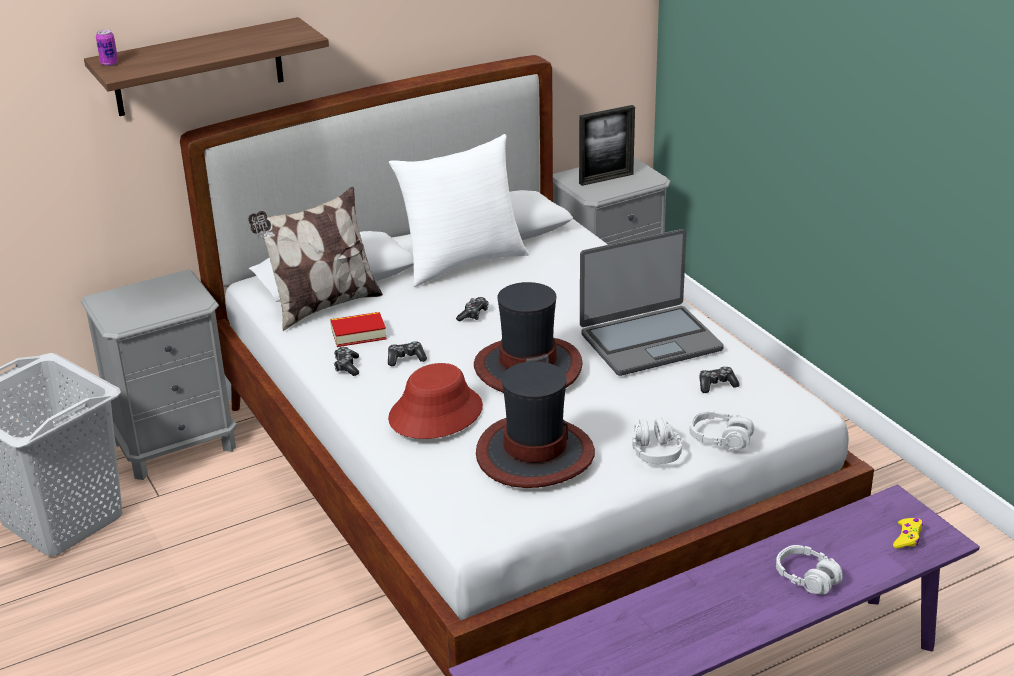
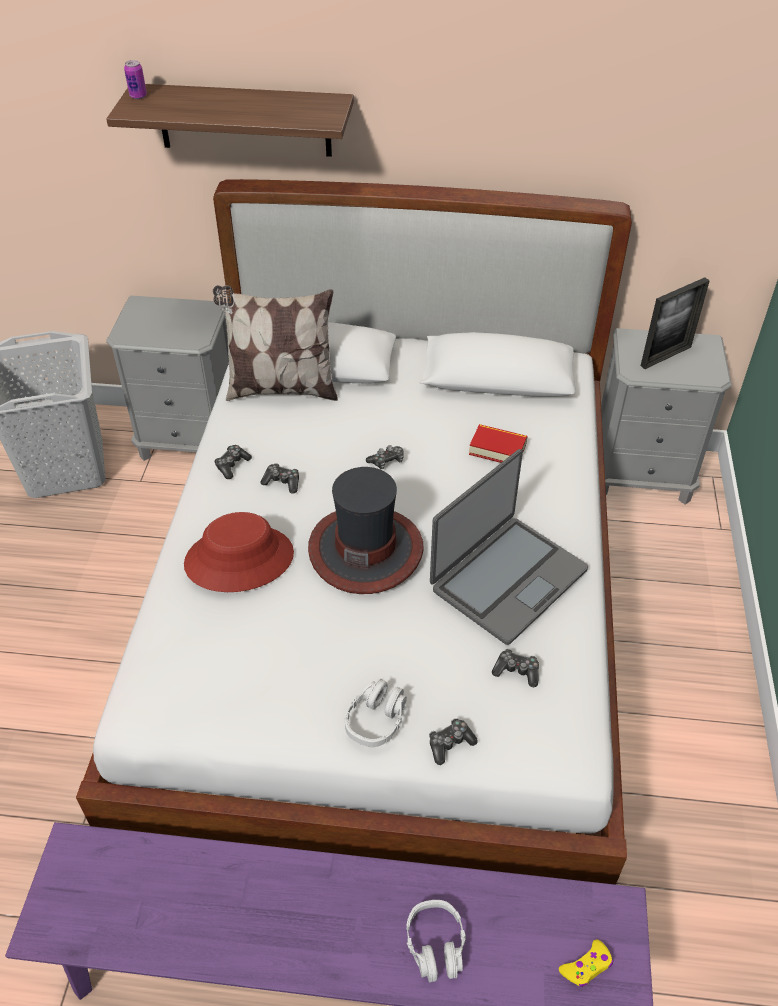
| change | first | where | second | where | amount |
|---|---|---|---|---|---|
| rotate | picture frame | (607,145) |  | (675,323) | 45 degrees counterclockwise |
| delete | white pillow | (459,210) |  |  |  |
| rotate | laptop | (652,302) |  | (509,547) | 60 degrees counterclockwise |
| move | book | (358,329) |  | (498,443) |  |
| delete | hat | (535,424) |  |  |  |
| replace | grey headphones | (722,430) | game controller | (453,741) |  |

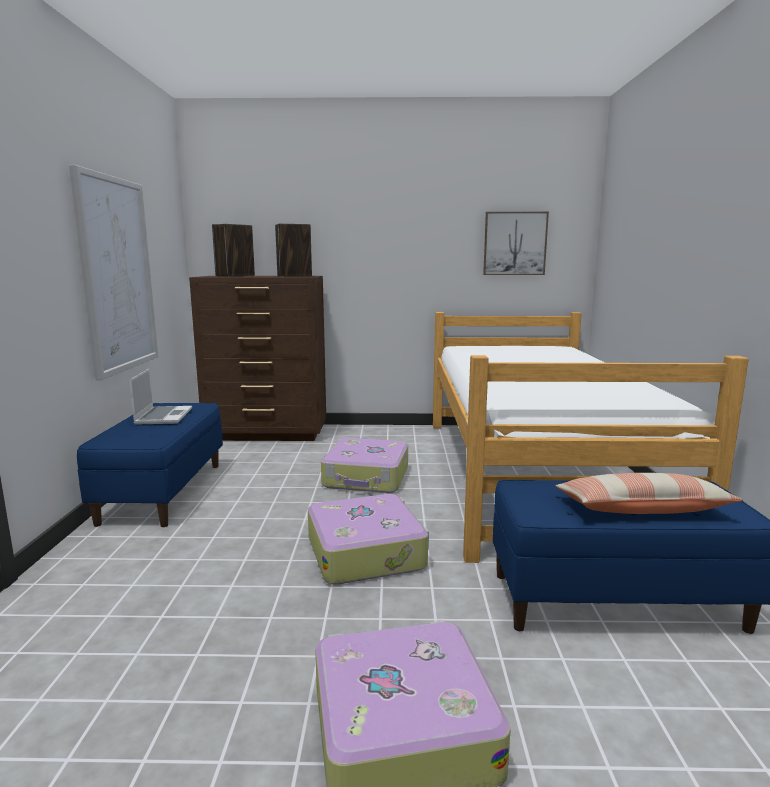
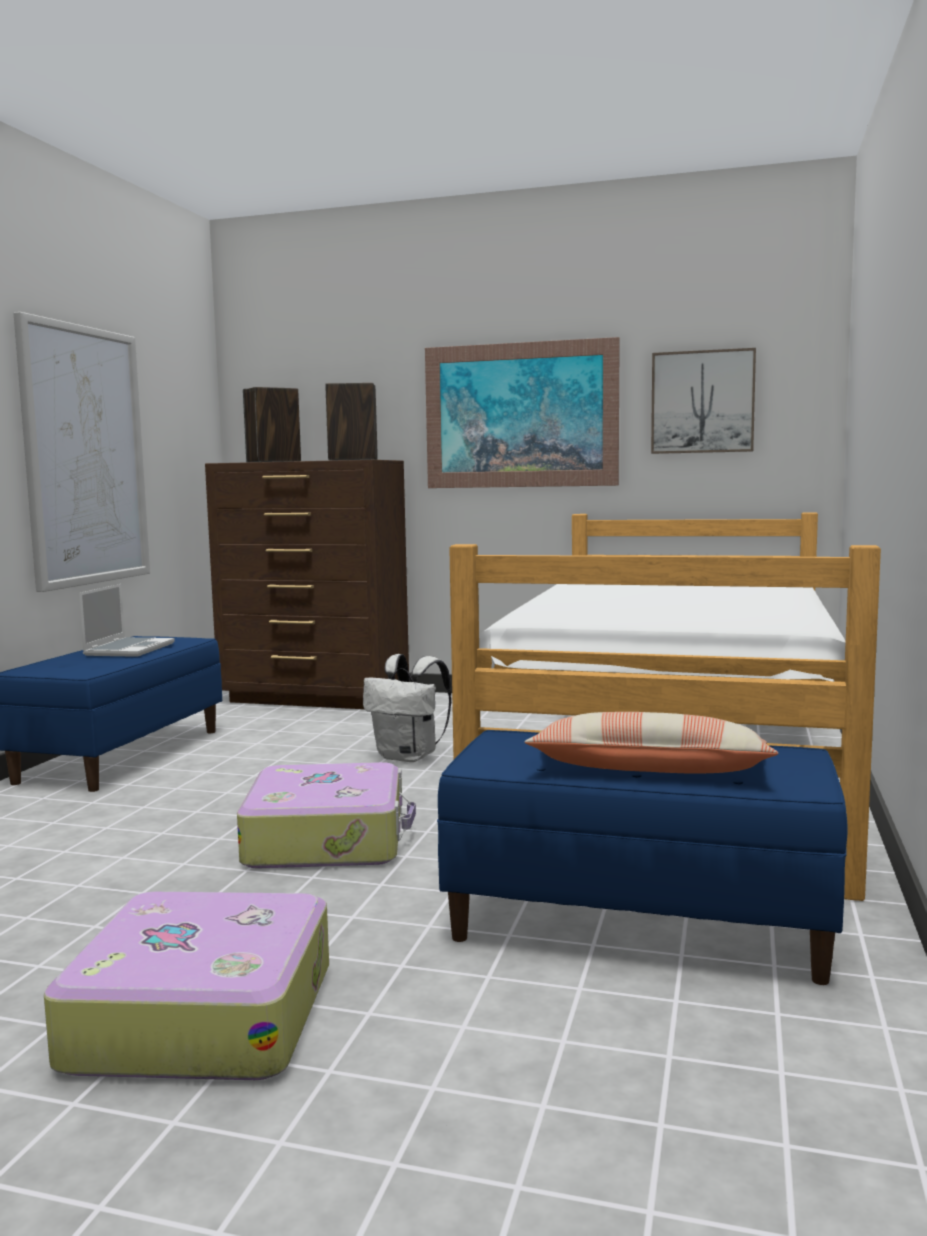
| change | first | where | second | where | amount |
|---|---|---|---|---|---|
| replace | suitcase | (364,465) | white backpack | (407,708) |  |
| insert |  |  | picture | (522,412) |  |

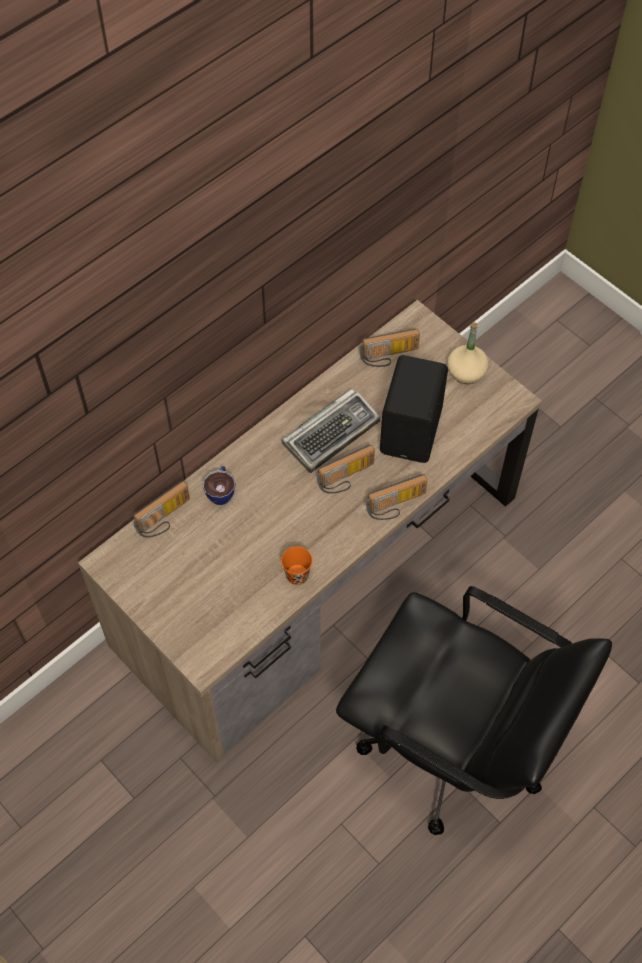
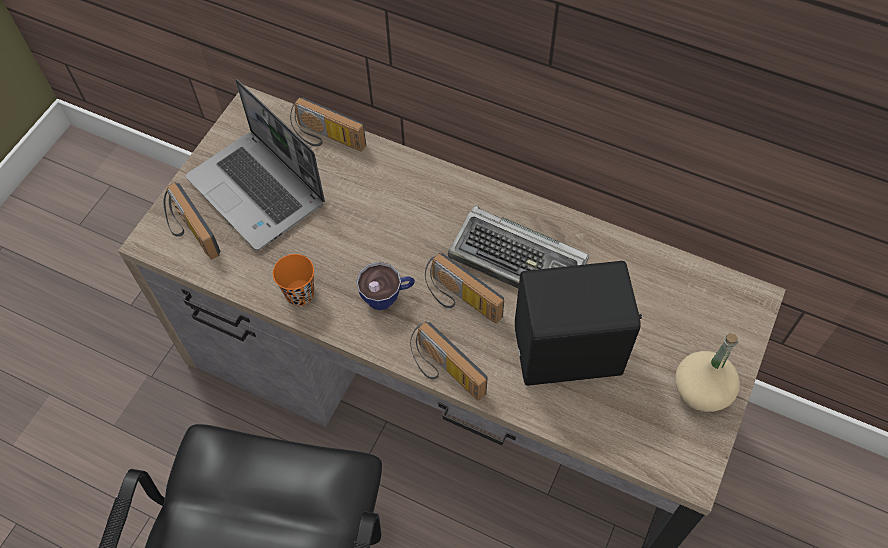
| change | first | where | second | where | amount |
|---|---|---|---|---|---|
| move | radio | (389,348) |  | (192,220) |  |
| move | cup | (219,485) |  | (385,286) |  |
| insert |  |  | laptop | (255,164) |  |

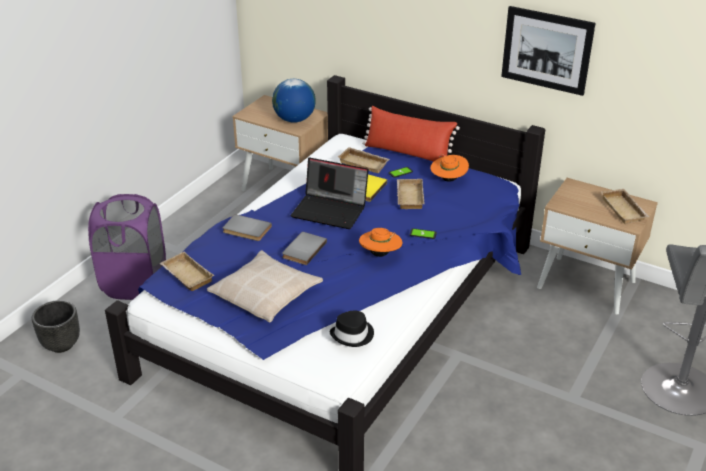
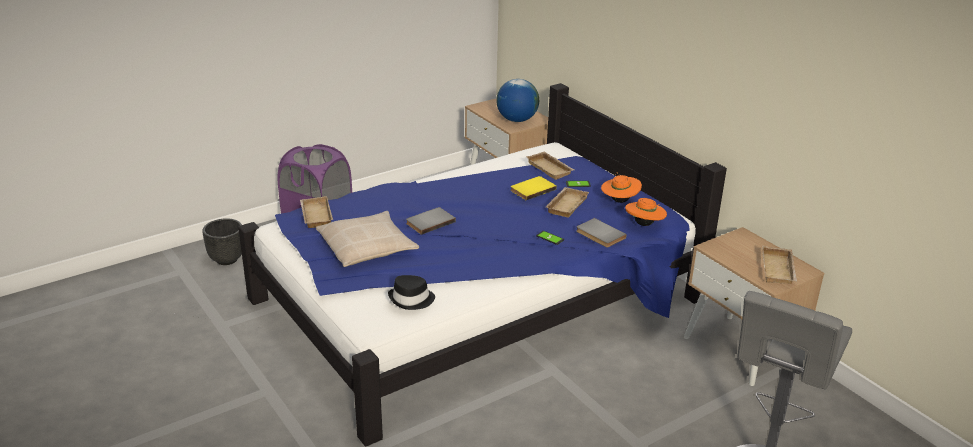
| change | first | where | second | where | amount |
|---|---|---|---|---|---|
| delete | picture | (548,51) |  |  |  |
| delete | red pillow | (411,134) |  |  |  |
| delete | laptop | (330,193) |  |  |  |
| move | grey book | (247,227) |  | (601,233) |  |
| move | orange hat | (380,242) |  | (646,212) |  |

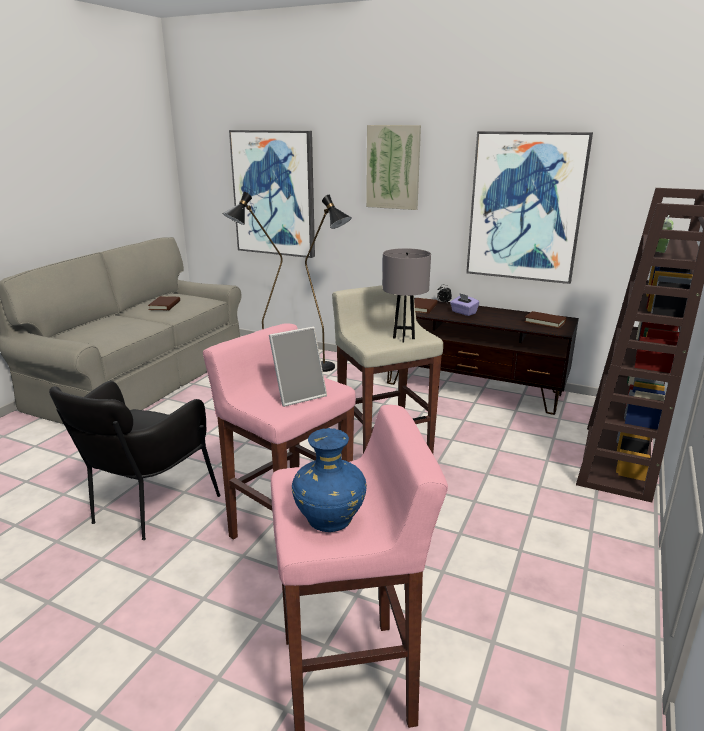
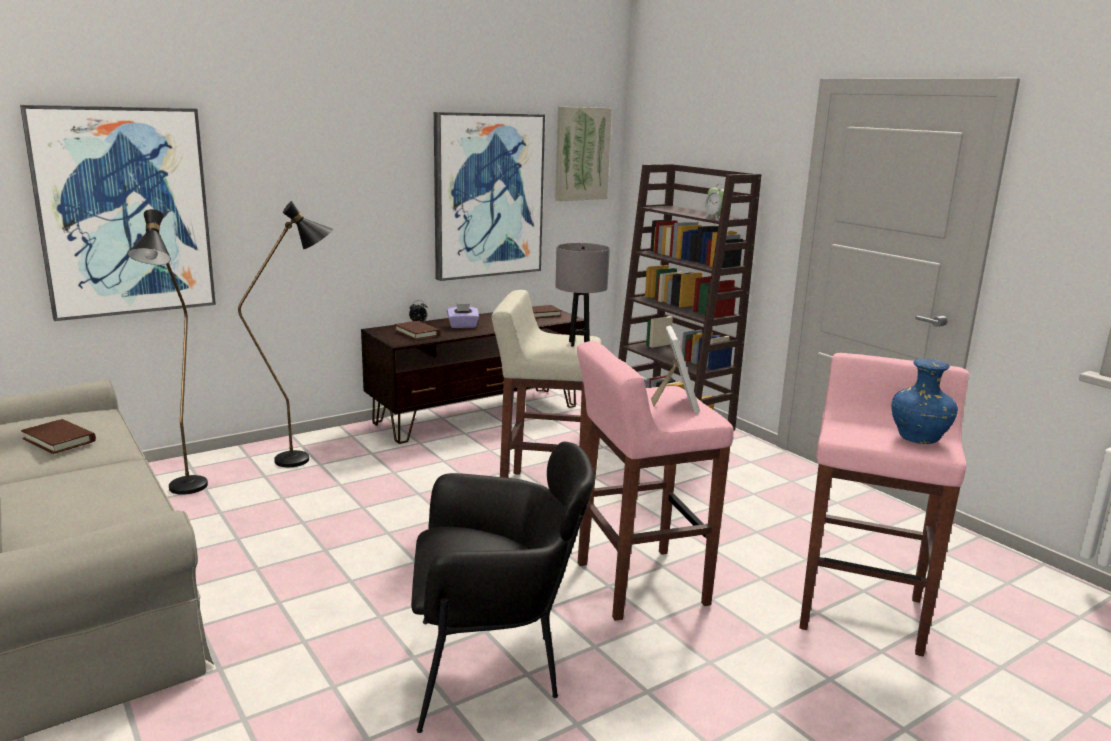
| change | first | where | second | where | amount |
|---|---|---|---|---|---|
| move | picture | (393,167) |  | (583,154) |  |
| rotate | black armchair | (134,460) |  | (502,587) | 60 degrees counterclockwise |

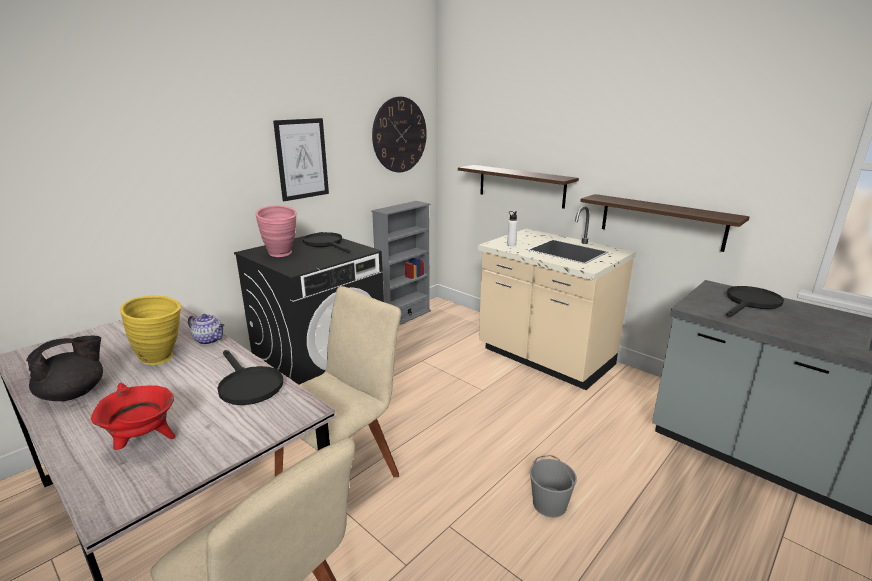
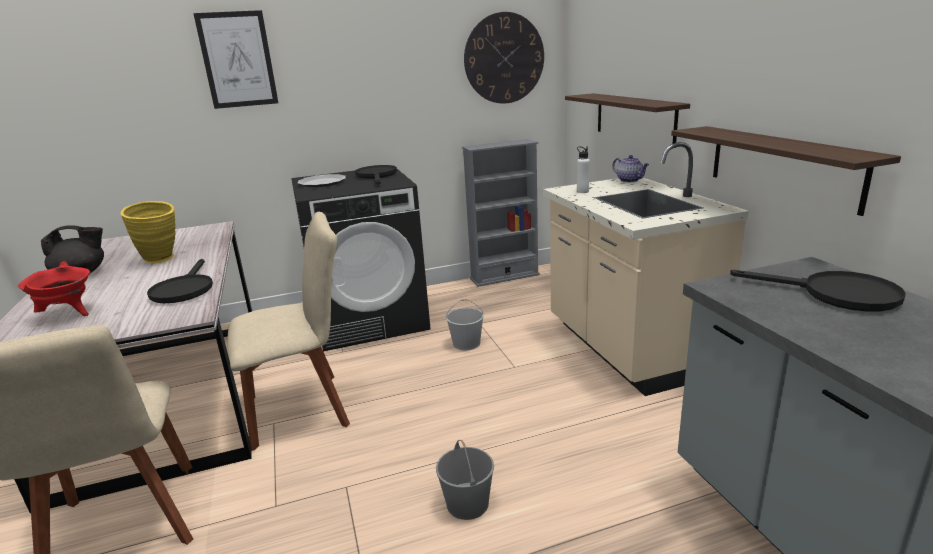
| change | first | where | second | where | amount |
|---|---|---|---|---|---|
| move | picture | (301,159) |  | (235,59) |  |
| replace | pink vase | (276,231) | plate | (322,180) |  |
| rotate | black frying pan | (755,301) |  | (818,291) | 45 degrees clockwise |
| move | teapot | (206,329) |  | (631,168) |  |
| insert |  |  | white bucket | (465,324) |  |

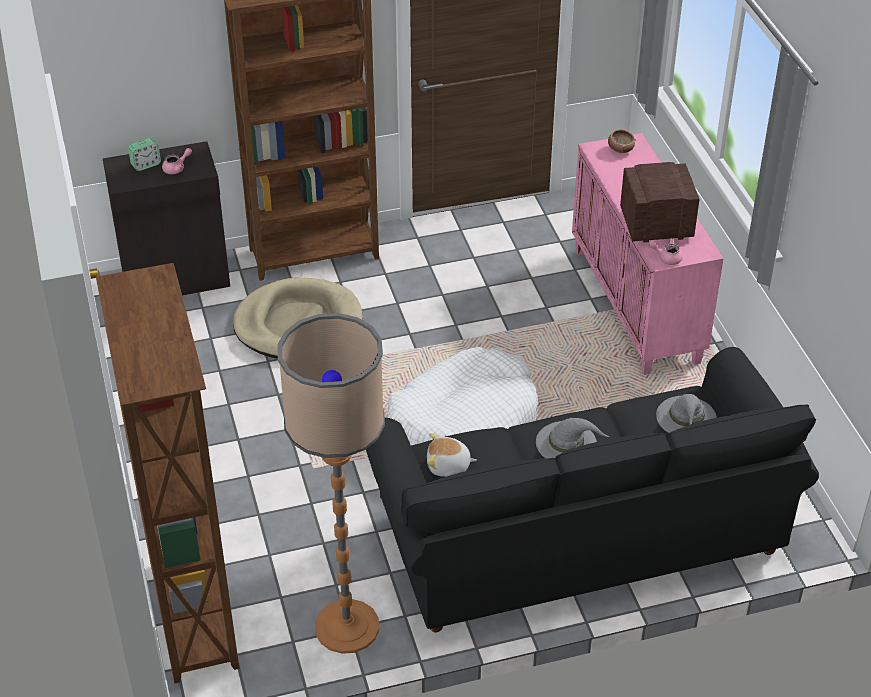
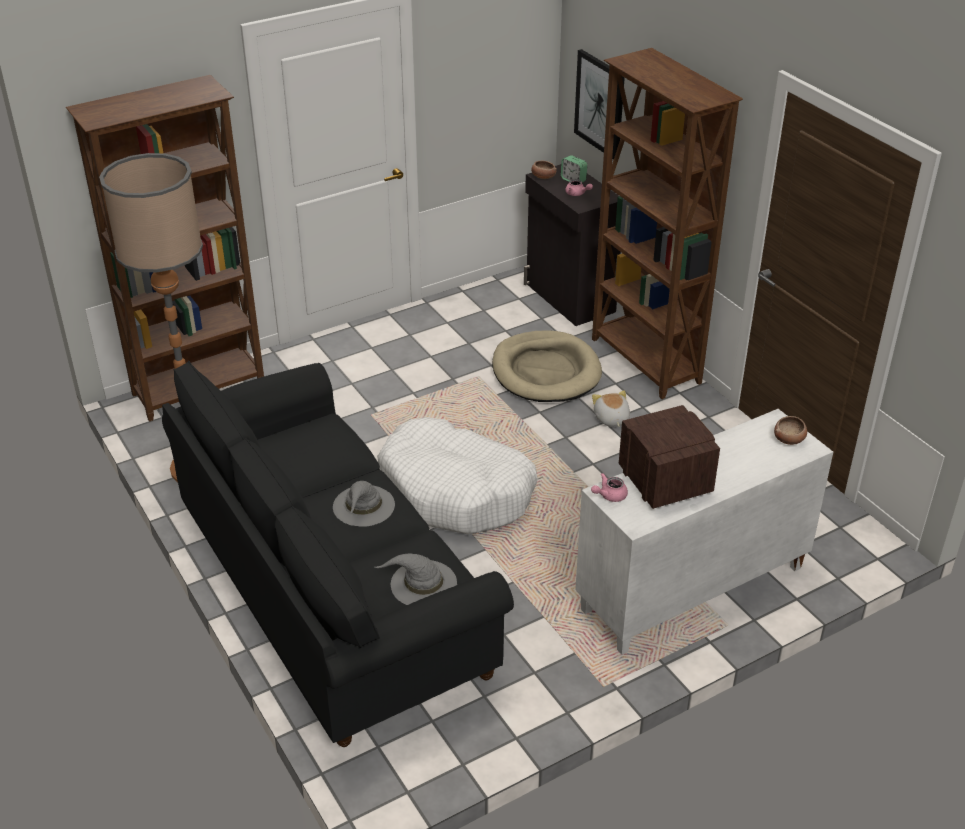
| change | first | where | second | where | amount |
|---|---|---|---|---|---|
| recolor | pink cabinet | (648,254) | white cabinet | (704,532) |  |
| rotate | pink teapot | (665,251) |  | (609,487) | 120 degrees counterclockwise |
| move | plush toy | (452,455) |  | (611,408) |  |
| insert |  |  | picture | (599,104) |  |
| insert |  |  | bowl | (544,170) |  |

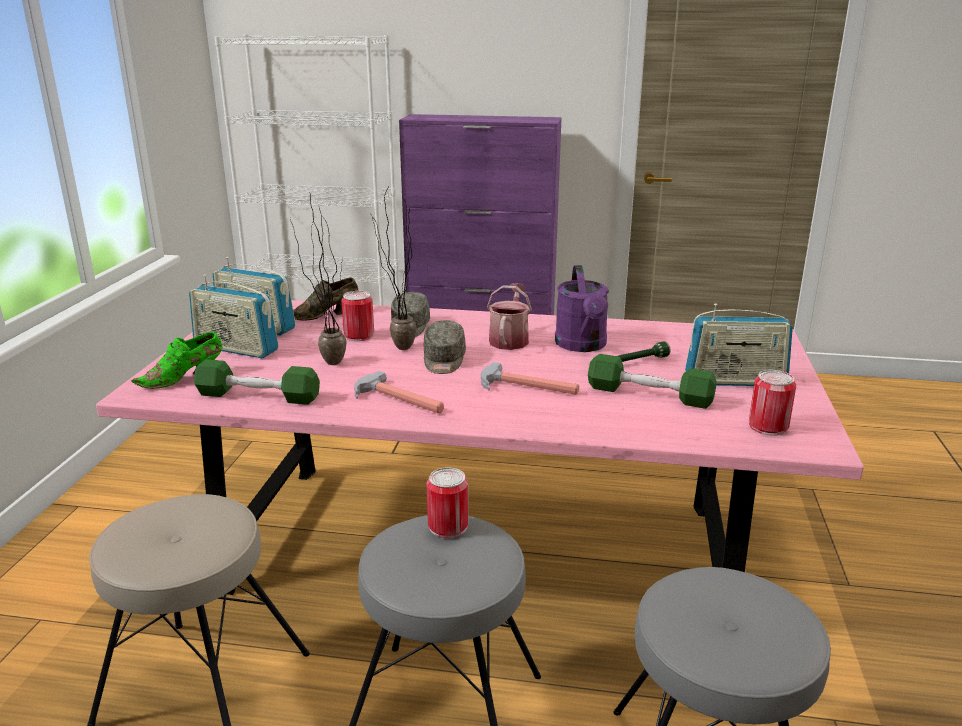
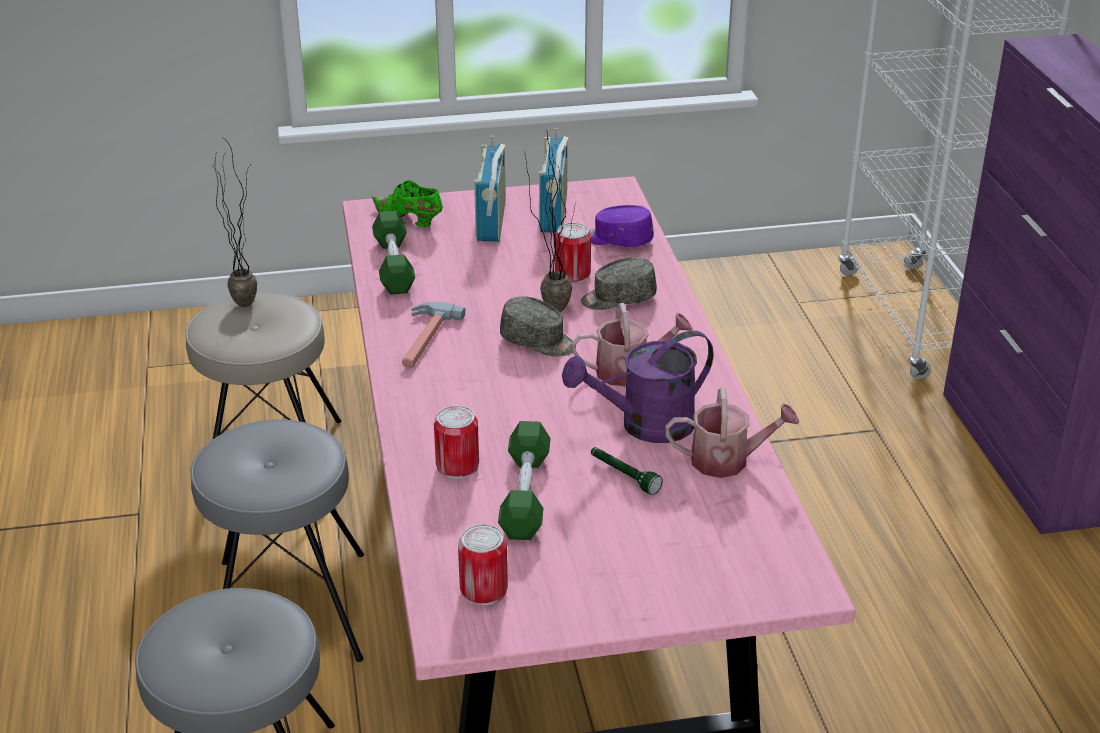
| change | first | where | second | where | amount |
|---|---|---|---|---|---|
| move | potted plant | (318,279) |  | (234,225) |  |
| replace | brown shoe | (326,299) | purple cap | (621,226) |  |
| delete | radio | (739,345) |  |  |  |
| rotate | grey cap | (445,347) |  | (538,326) | 135 degrees counterclockwise |
| delete | hammer | (530,378) |  |  |  |
| move | can | (447,502) |  | (456,442) |  |
| insert |  |  | watering can | (732,433) |  |

